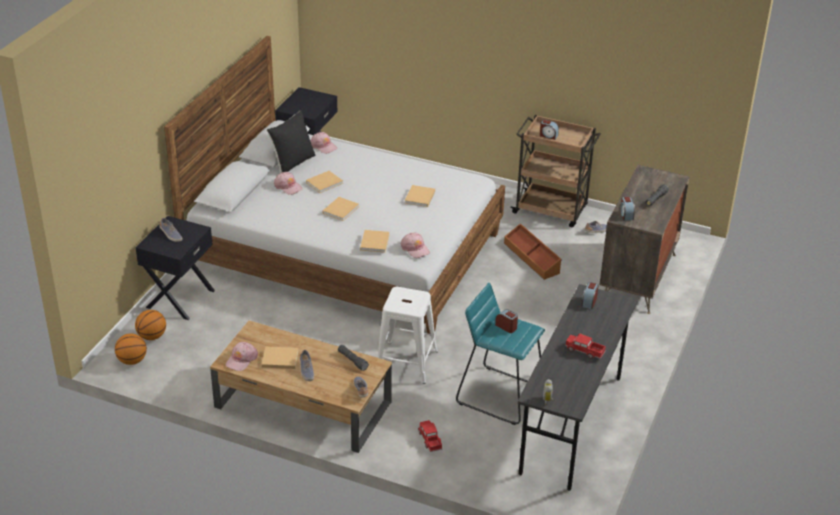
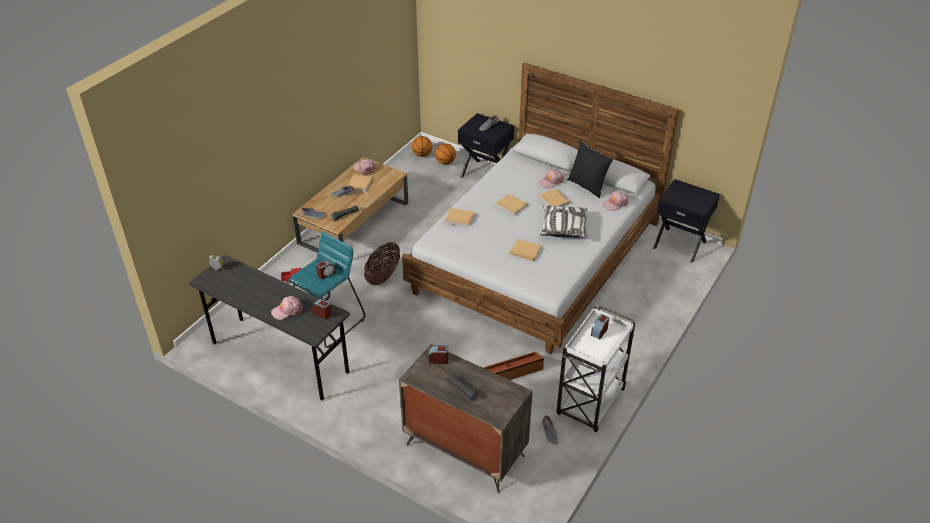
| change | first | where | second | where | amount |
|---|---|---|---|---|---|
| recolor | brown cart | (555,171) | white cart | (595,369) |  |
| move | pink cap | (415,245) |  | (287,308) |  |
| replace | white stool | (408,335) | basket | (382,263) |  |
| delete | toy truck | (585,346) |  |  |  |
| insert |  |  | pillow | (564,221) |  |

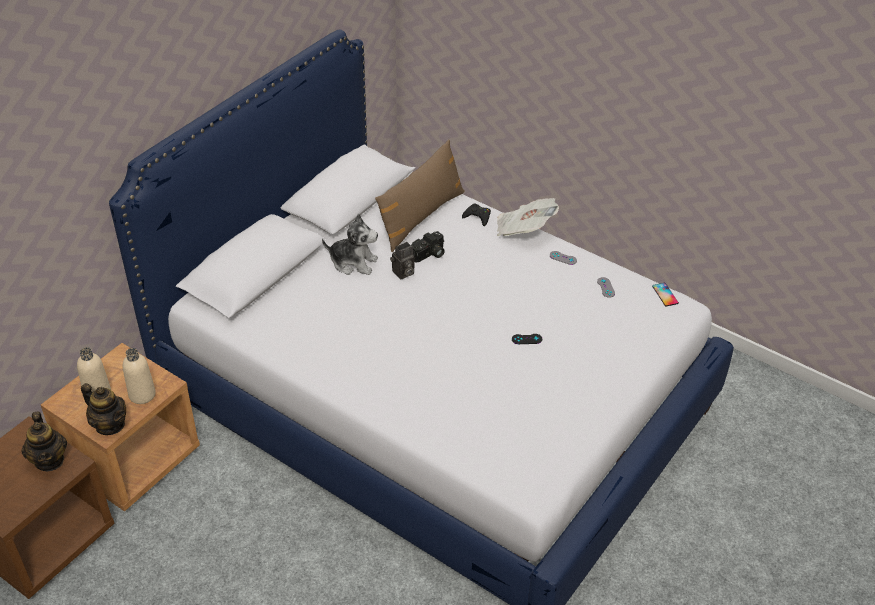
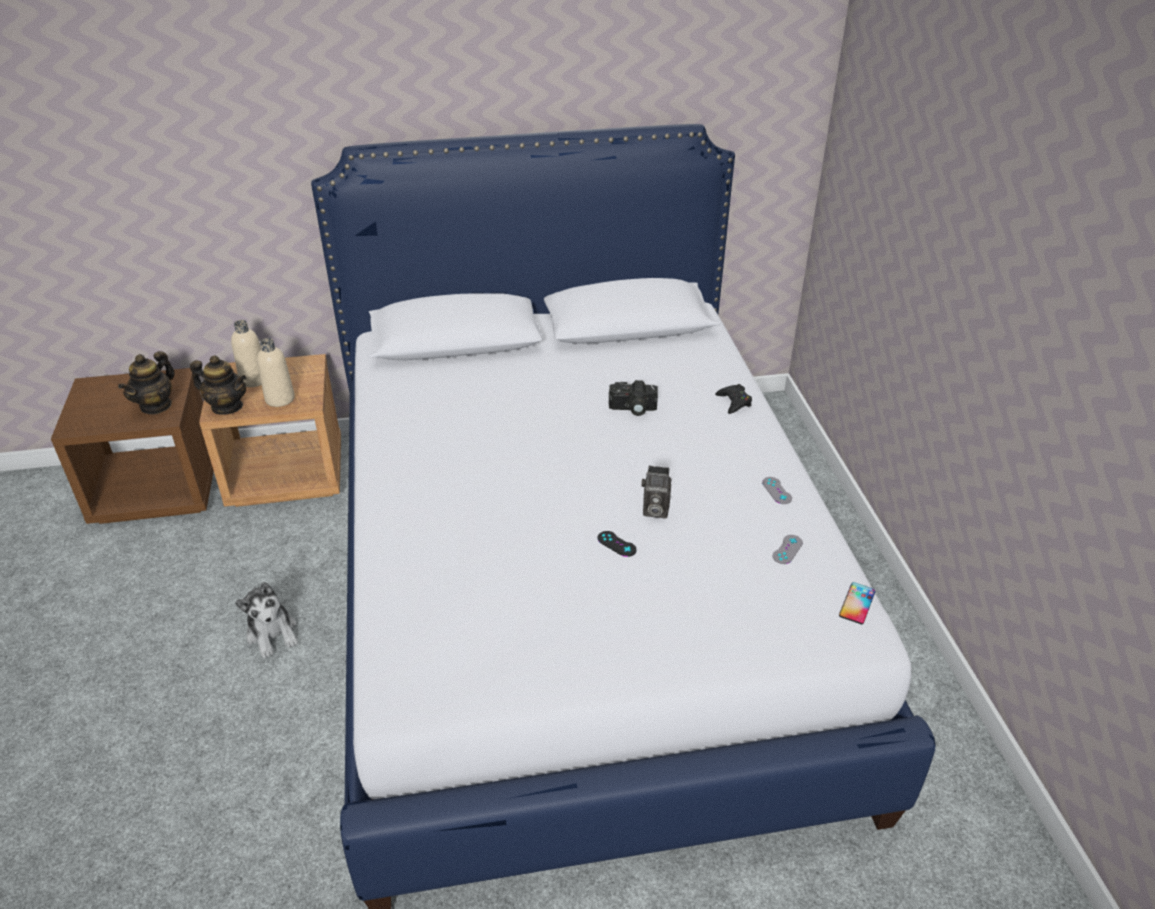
| change | first | where | second | where | amount |
|---|---|---|---|---|---|
| delete | brown pillow | (420,196) |  |  |  |
| delete | newspaper | (528,217) |  |  |  |
| move | plush toy | (350,244) |  | (266,620) |  |
| move | photo camera | (402,260) |  | (656,491) |  |
| rotate | teapot | (103,409) |  | (218,385) | 60 degrees counterclockwise |

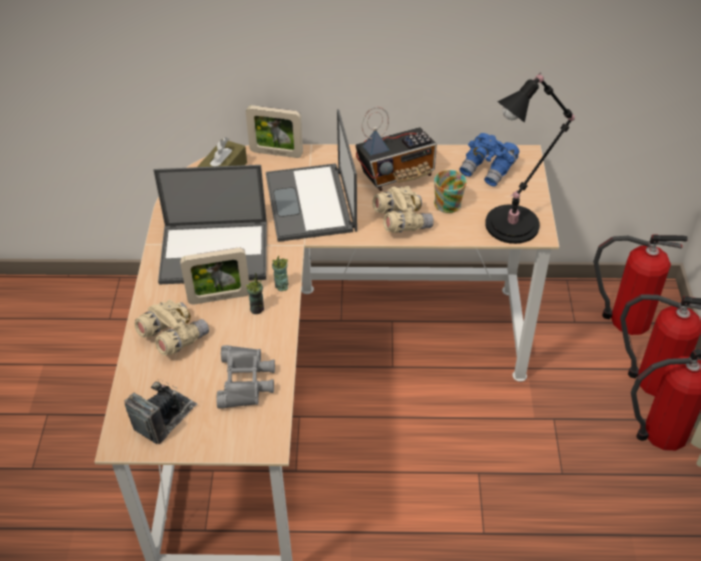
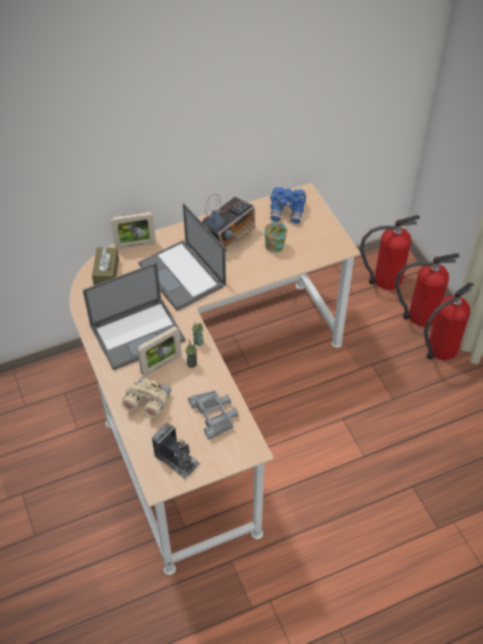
| change | first | where | second | where | amount |
|---|---|---|---|---|---|
| delete | black table lamp | (530,158) |  |  |  |
| delete | beige binoculars | (403,209) |  |  |  |
| rotate | photo camera | (161,413) |  | (176,451) | 120 degrees clockwise |

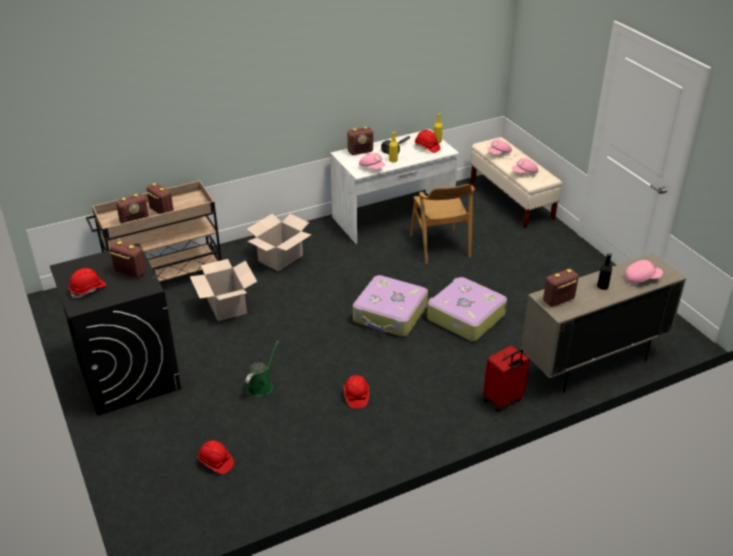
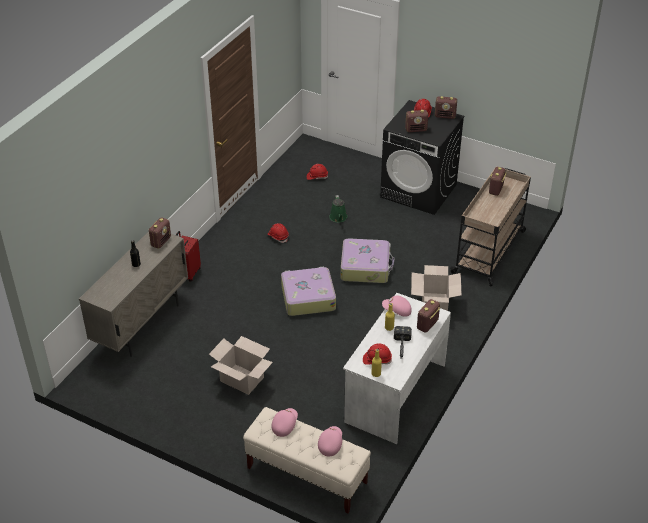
| change | first | where | second | where | amount |
|---|---|---|---|---|---|
| move | radio | (159,198) |  | (446,107) |  |
| delete | brown chair | (442,224) |  |  |  |
| move | cardboard box | (223,290) |  | (241,365) |  |
| delete | pink cap | (643,272) |  |  |  |
| move | suitcase | (467,309) |  | (368,260) |  |

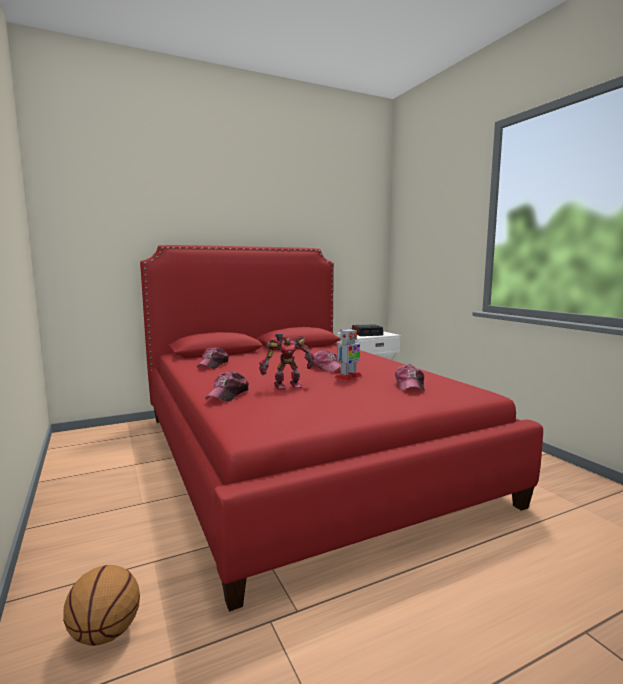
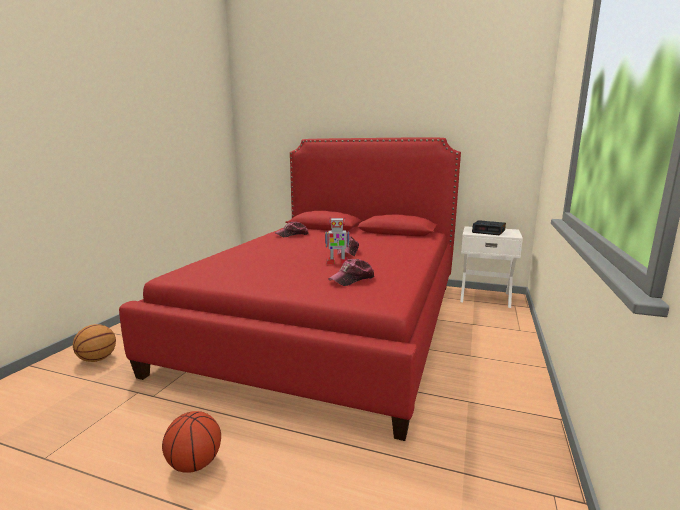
| change | first | where | second | where | amount |
|---|---|---|---|---|---|
| delete | toy robot | (286,361) |  |  |  |
| delete | cap | (227,386) |  |  |  |
| insert |  |  | basketball | (191,442) |  |

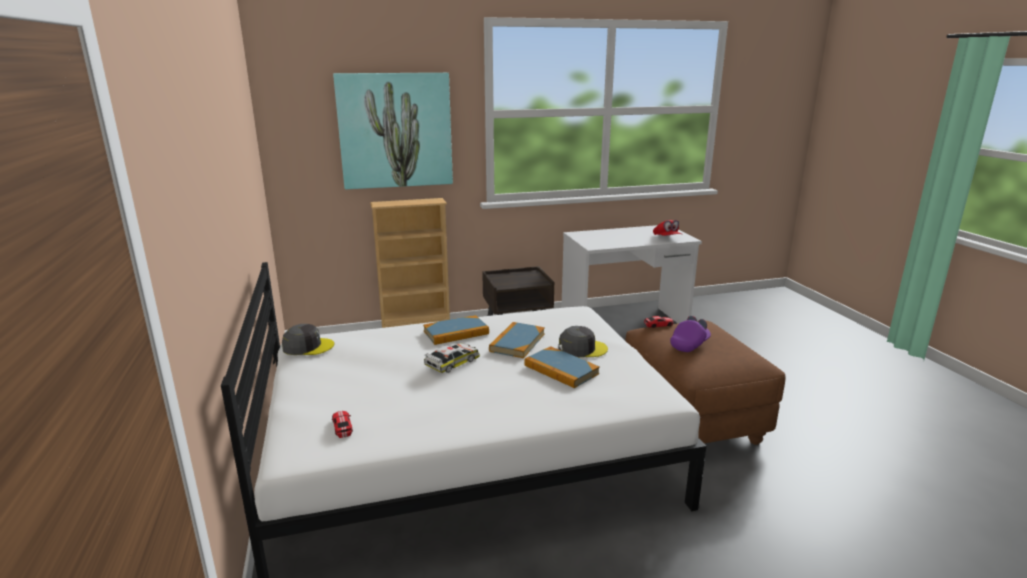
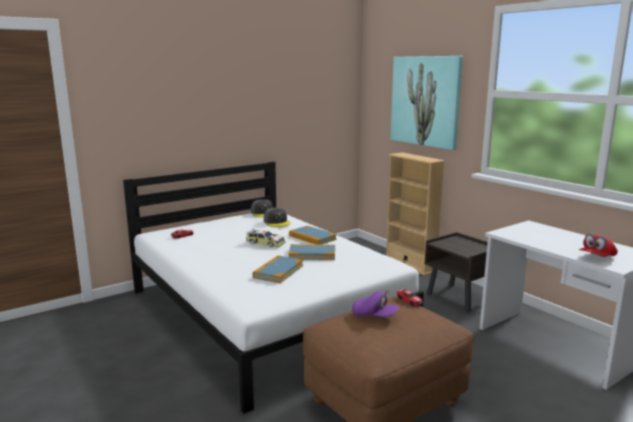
| change | first | where | second | where | amount |
|---|---|---|---|---|---|
| move | grey cap | (583,341) |  | (277,217) |  |

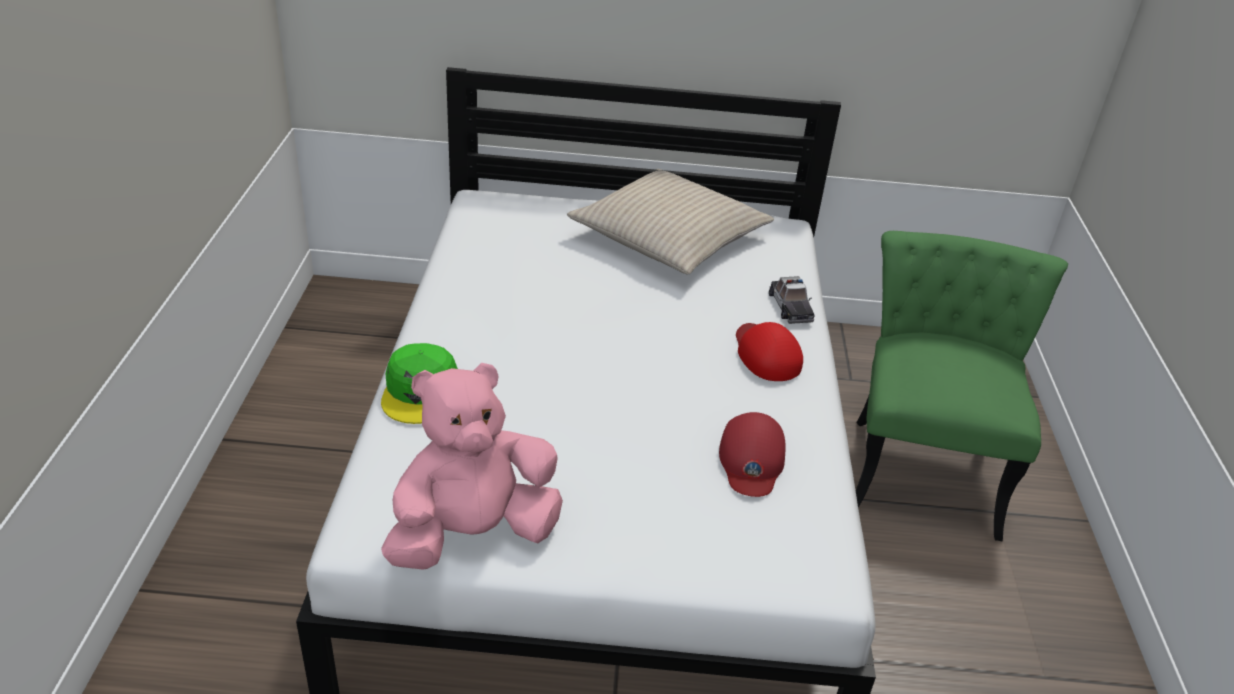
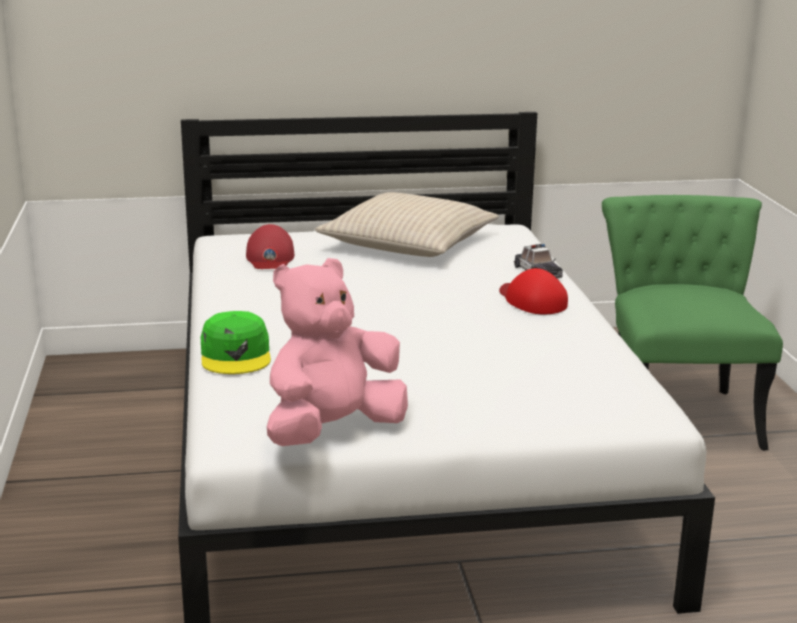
| change | first | where | second | where | amount |
|---|---|---|---|---|---|
| move | red cap | (752,454) |  | (270,246) |  |

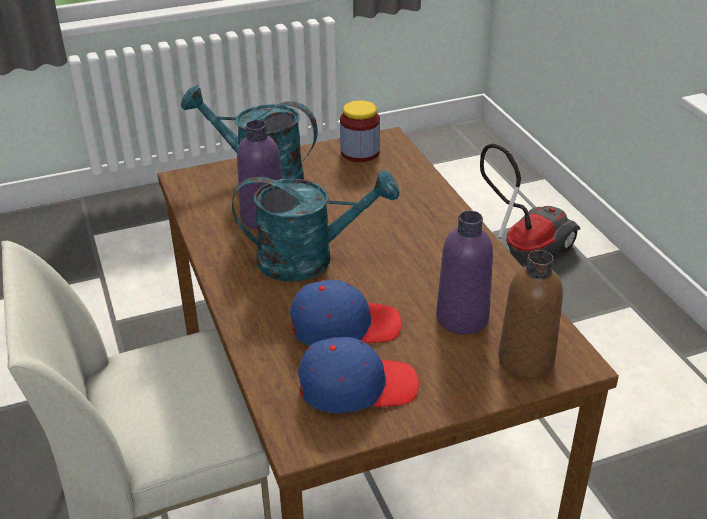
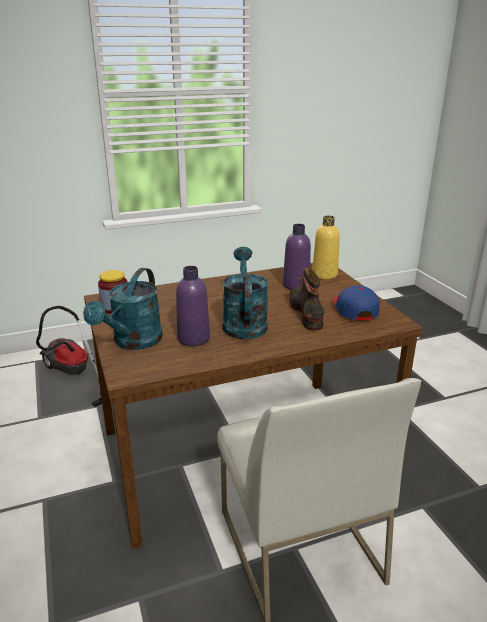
| change | first | where | second | where | amount |
|---|---|---|---|---|---|
| recolor | brown bottle | (530,314) | yellow bottle | (326,247) |  |
| replace | blue cap | (346,313) | boot | (306,298) |  |

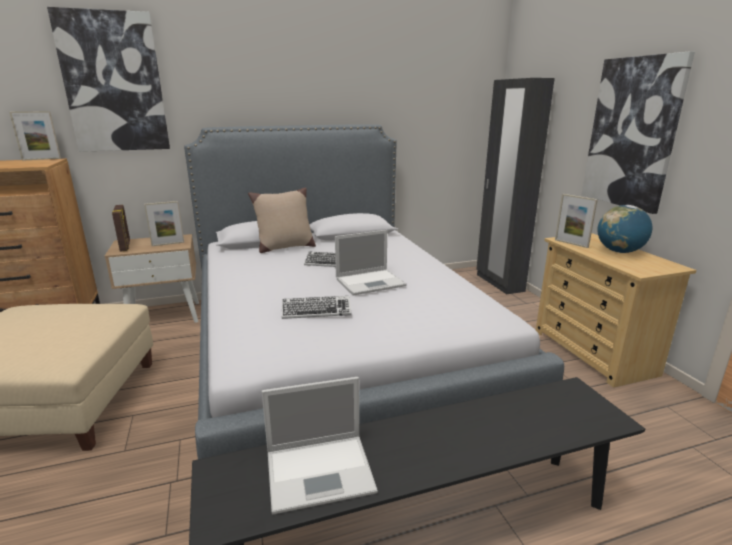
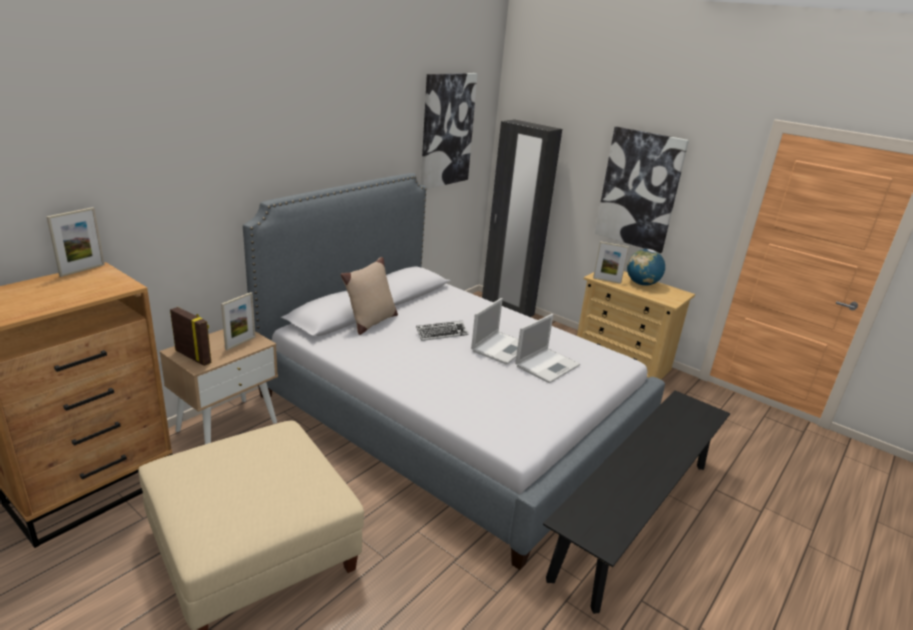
| change | first | where | second | where | amount |
|---|---|---|---|---|---|
| move | picture | (108,79) |  | (449,131) |  |
| delete | keyboard | (317,307) |  |  |  |
| move | laptop | (320,445) |  | (547,348) |  |

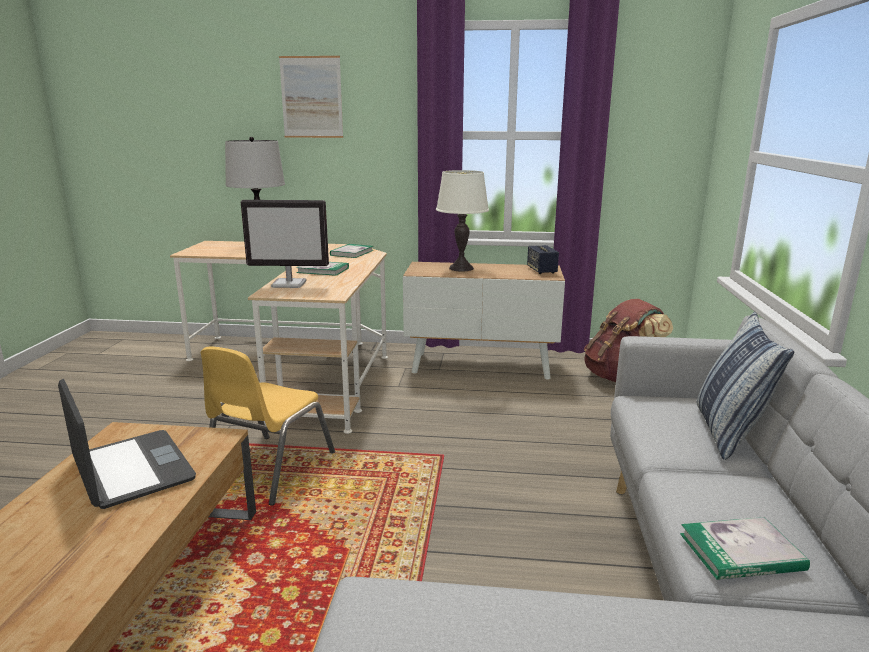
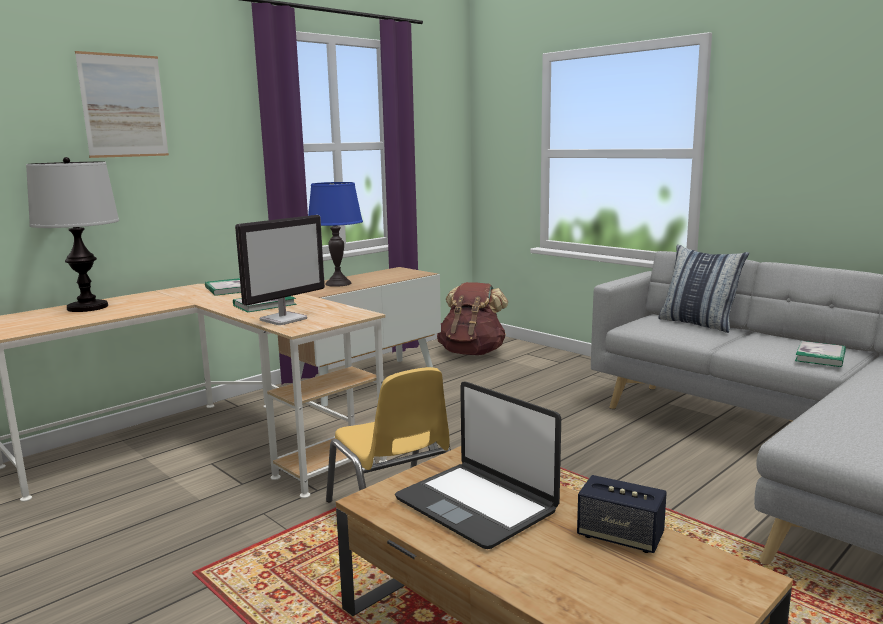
| change | first | where | second | where | amount |
|---|---|---|---|---|---|
| recolor | white table lamp | (462,221) | blue table lamp | (335,234) |  |
| move | speaker | (543,259) |  | (622,514) |  |
| rotate | laptop | (127,444) |  | (478,465) | 135 degrees counterclockwise |

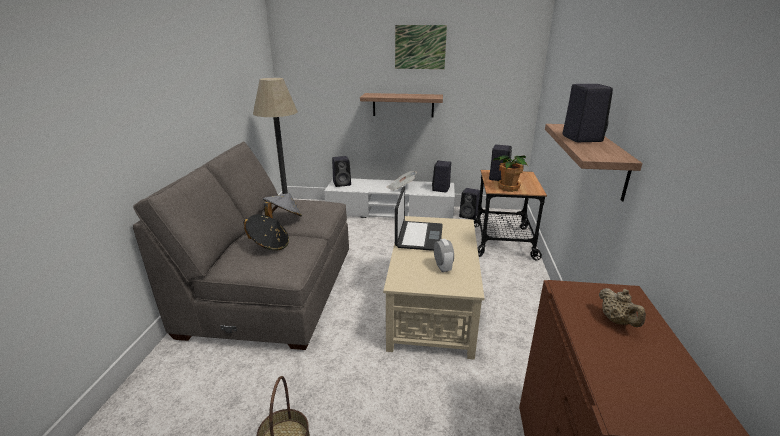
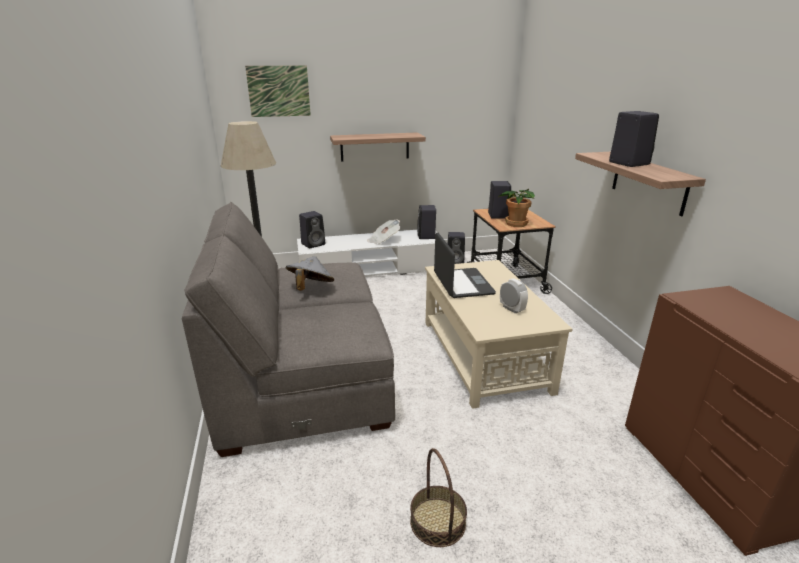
| change | first | where | second | where | amount |
|---|---|---|---|---|---|
| move | picture | (421,47) |  | (278,91) |  |
| delete | black hat | (266,232) |  |  |  |
| delete | beige teapot | (622,307) |  |  |  |

